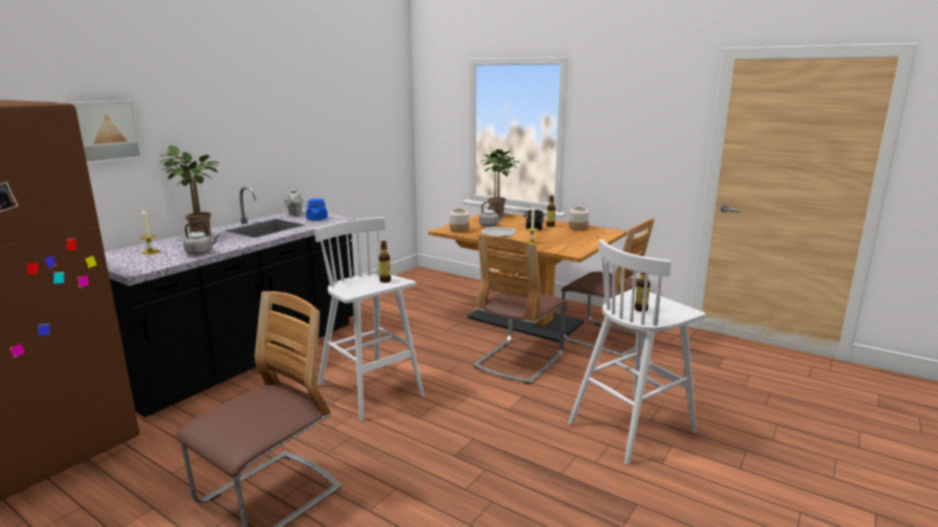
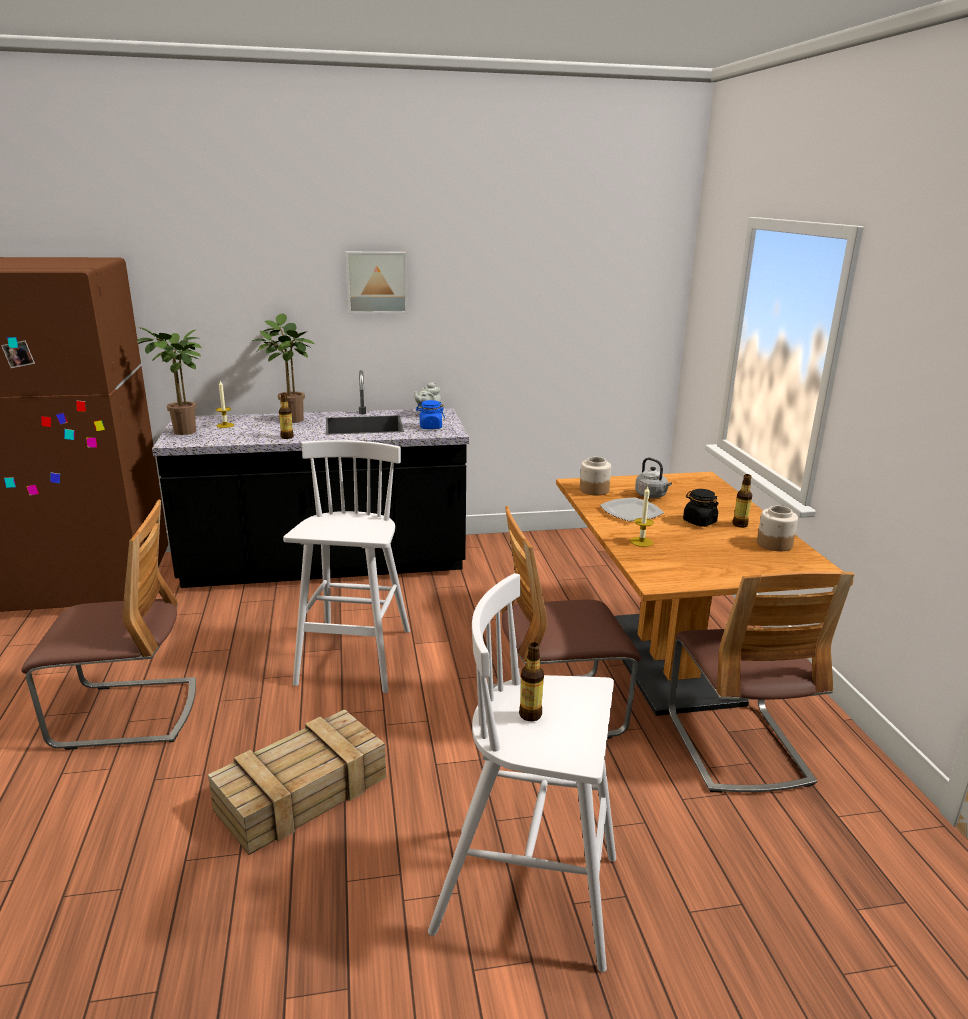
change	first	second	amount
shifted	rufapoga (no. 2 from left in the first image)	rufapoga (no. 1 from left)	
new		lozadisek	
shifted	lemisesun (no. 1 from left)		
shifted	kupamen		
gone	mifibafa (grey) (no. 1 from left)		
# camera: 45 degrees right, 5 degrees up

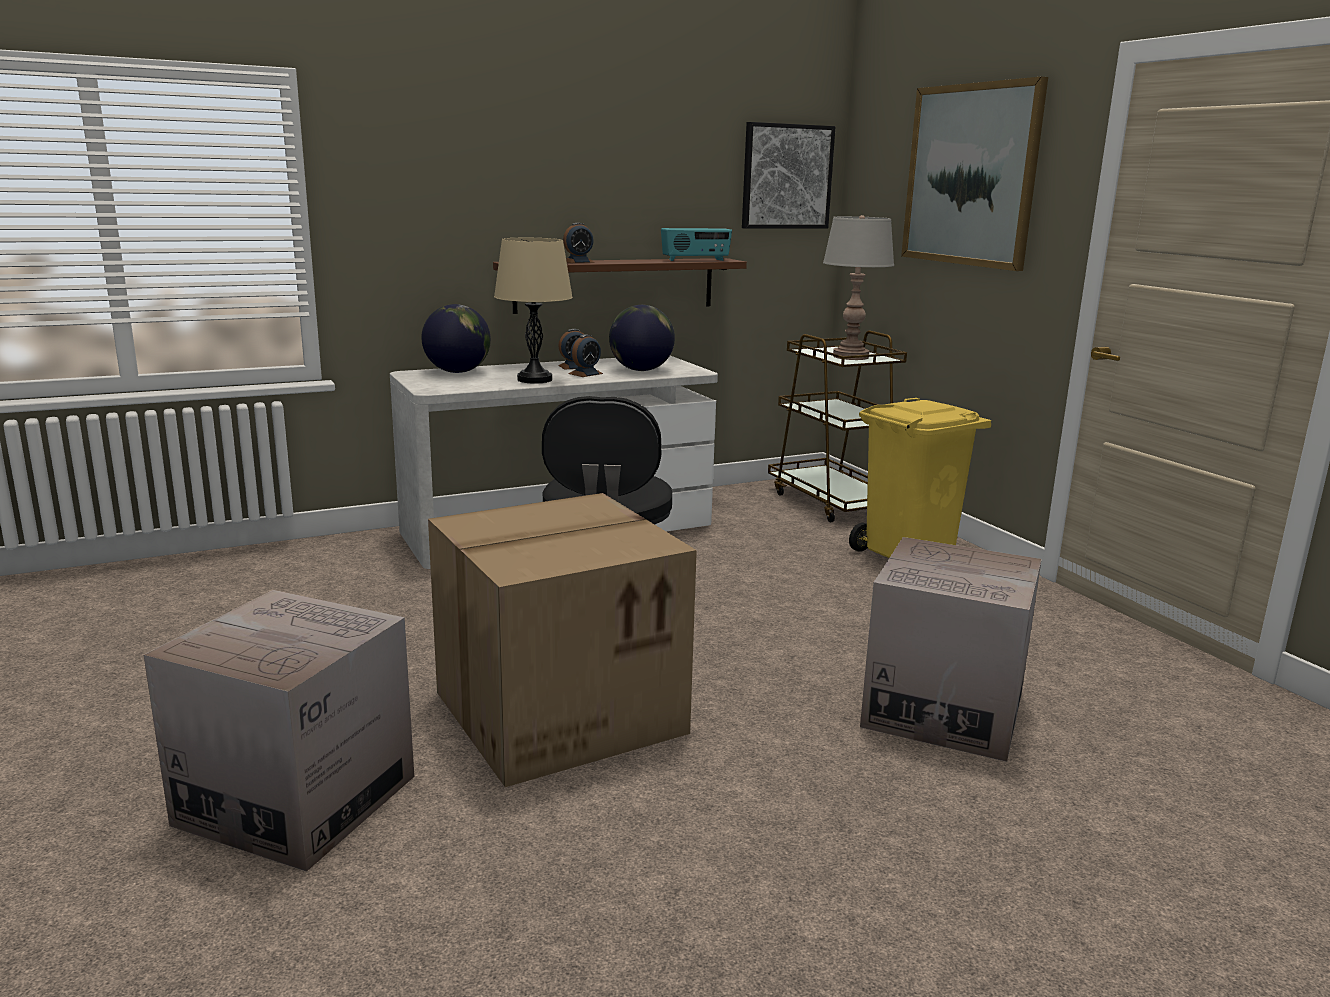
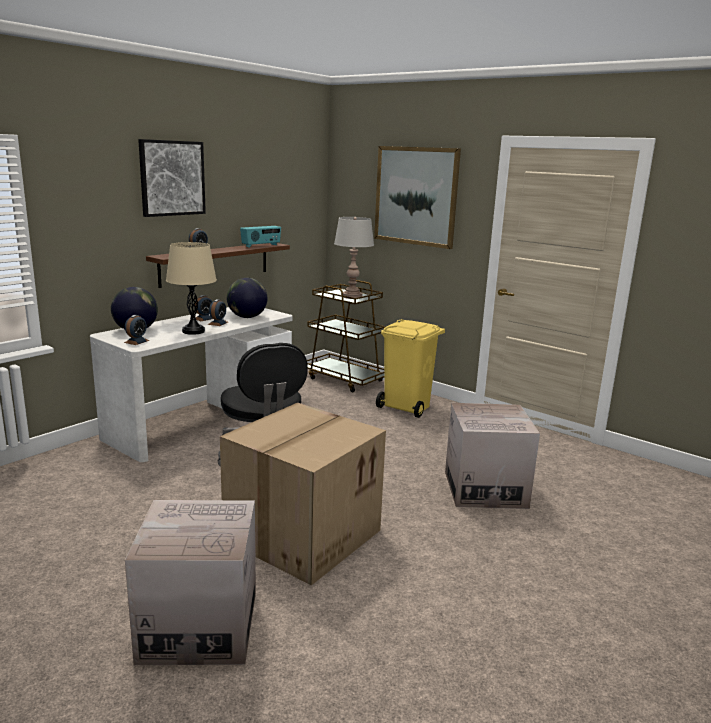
change	first	second	amount
new		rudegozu (no. 1 from left)	
shifted	kupamen (no. 1 from left)		
# camera: 25 degrees left, 0 degrees up

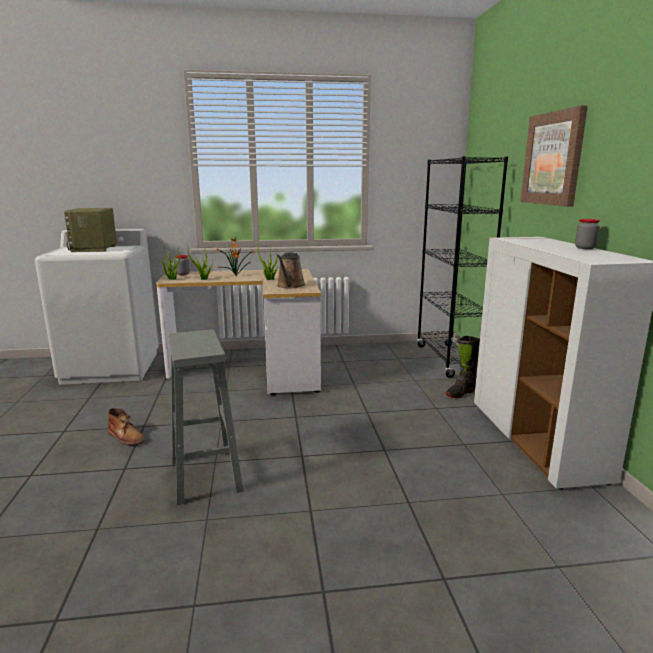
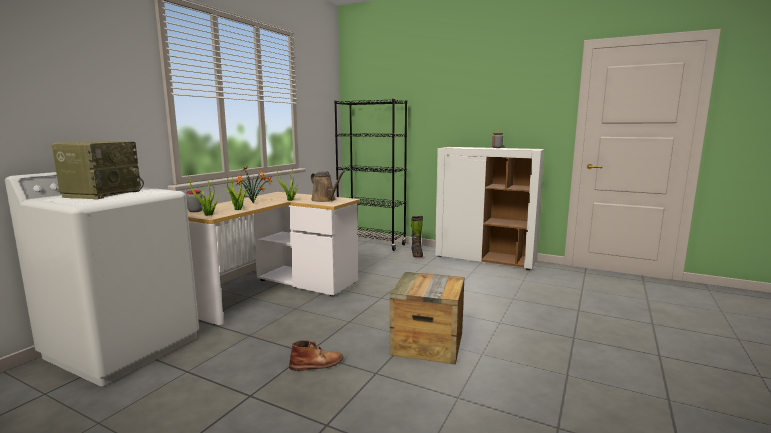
change	first	second	amount
rotated	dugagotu		105 degrees counterclockwise
swapped	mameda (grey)	lozadisek	
gone	kupamen		
# camera: 55 degrees left, 5 degrees down

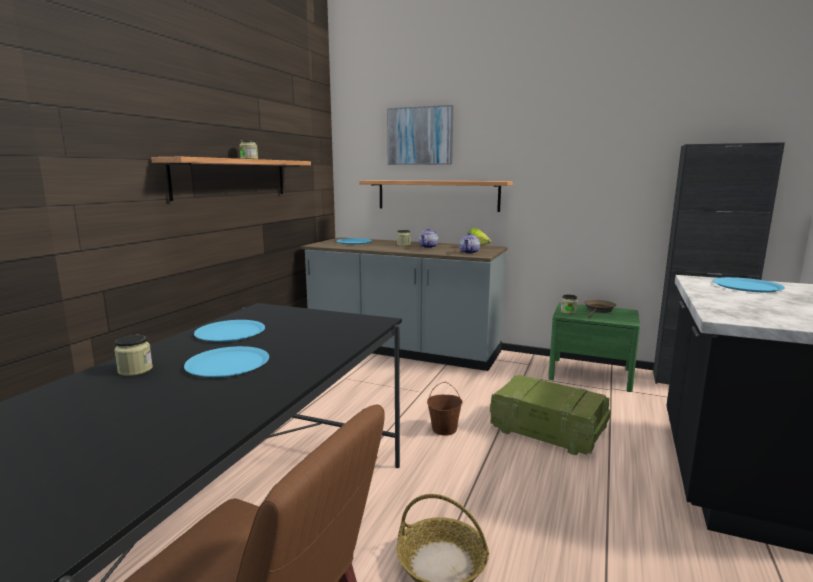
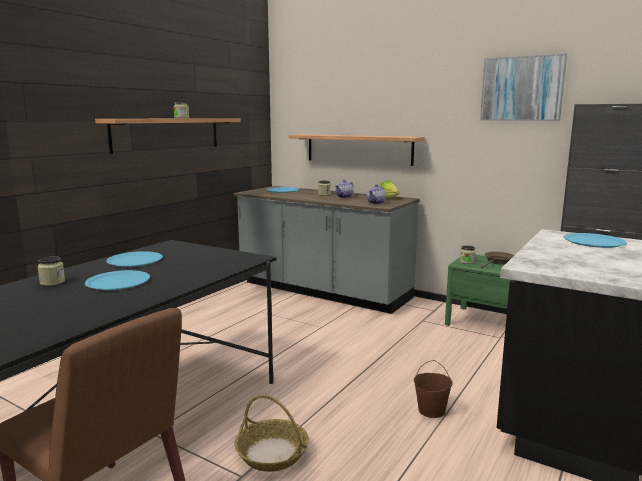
change	first	second	amount
shifted	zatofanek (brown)		
shifted	kupamen		
gone	lozadisek		
# camera: 10 degrees right, 0 degrees up

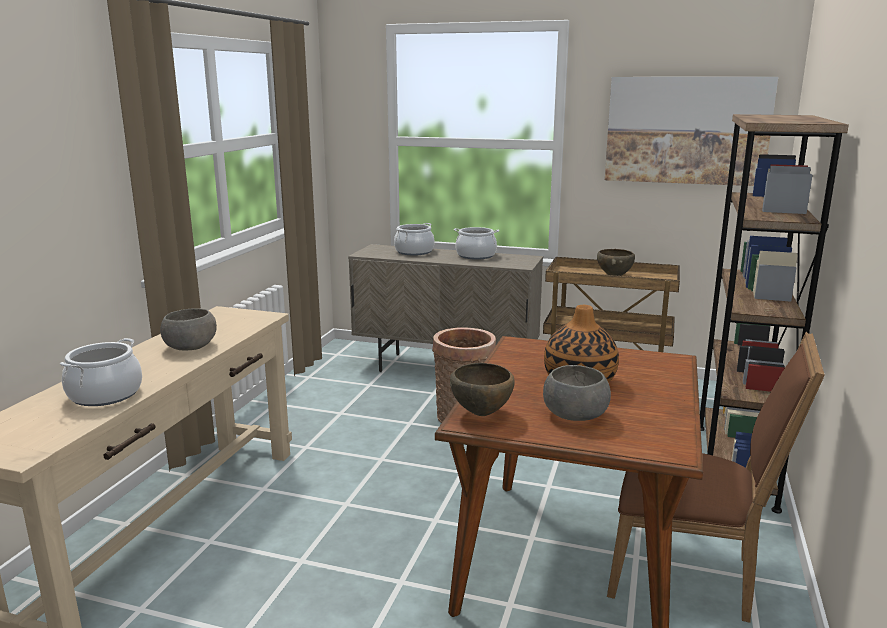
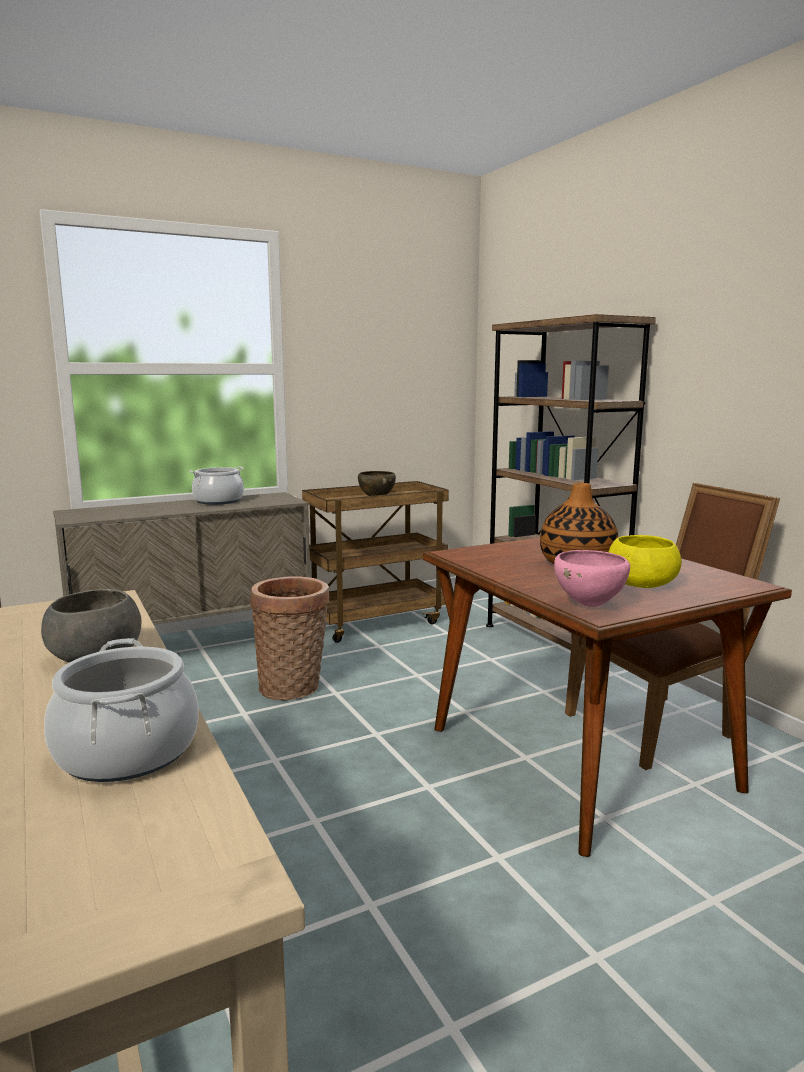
change	first	second	amount
repainted	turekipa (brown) (no. 1 from left)	turekipa (pink)	
repainted	turekipa (grey) (no. 2 from left)	turekipa (yellow)	
gone	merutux (no. 2 from left)		
gone	kupamen		
# camera: 45 degrees left, 5 degrees down

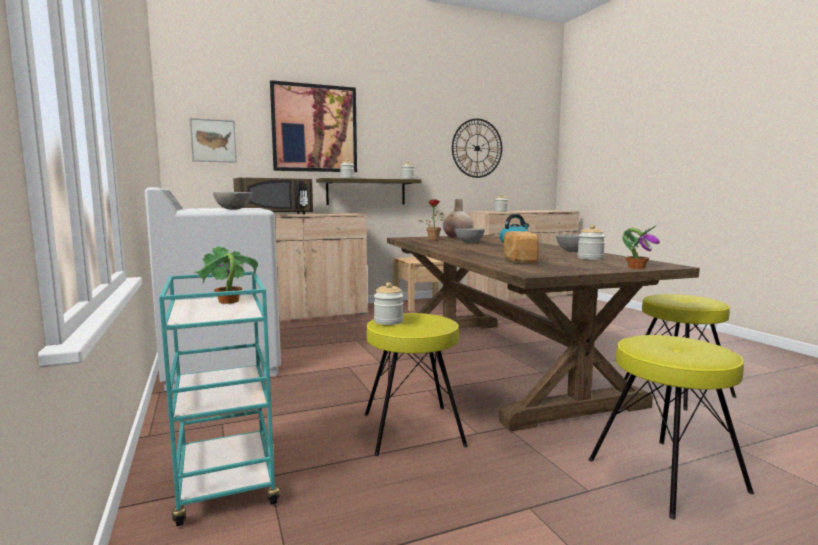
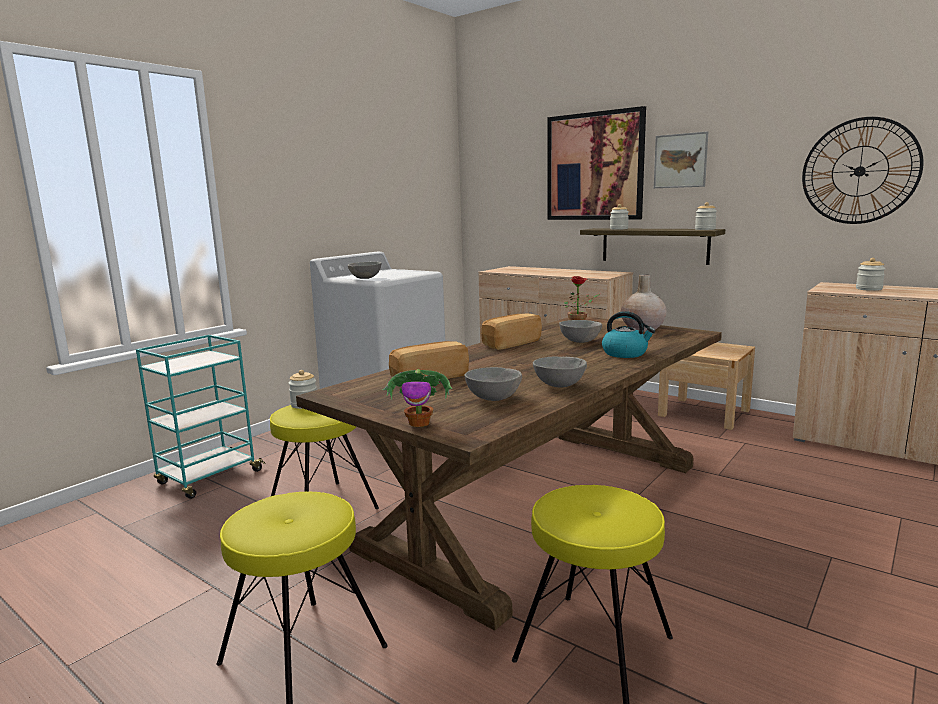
change	first	second	amount
swapped	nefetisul (no. 5 from left)	turekipa (grey) (no. 2 from left)	
new		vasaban (no. 2 from left)	
shifted	kupamen (no. 1 from left in the first image)	kupamen (no. 2 from left)	
gone	rufapoga (no. 1 from left)		
gone	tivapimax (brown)		
# camera: 60 degrees right, 5 degrees up

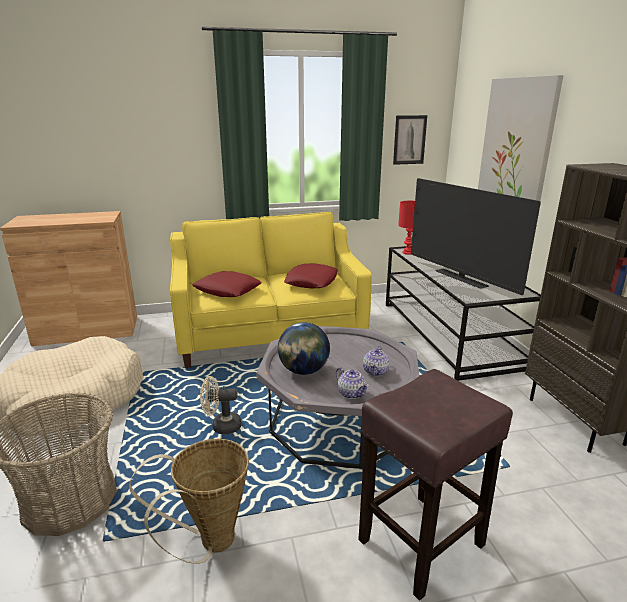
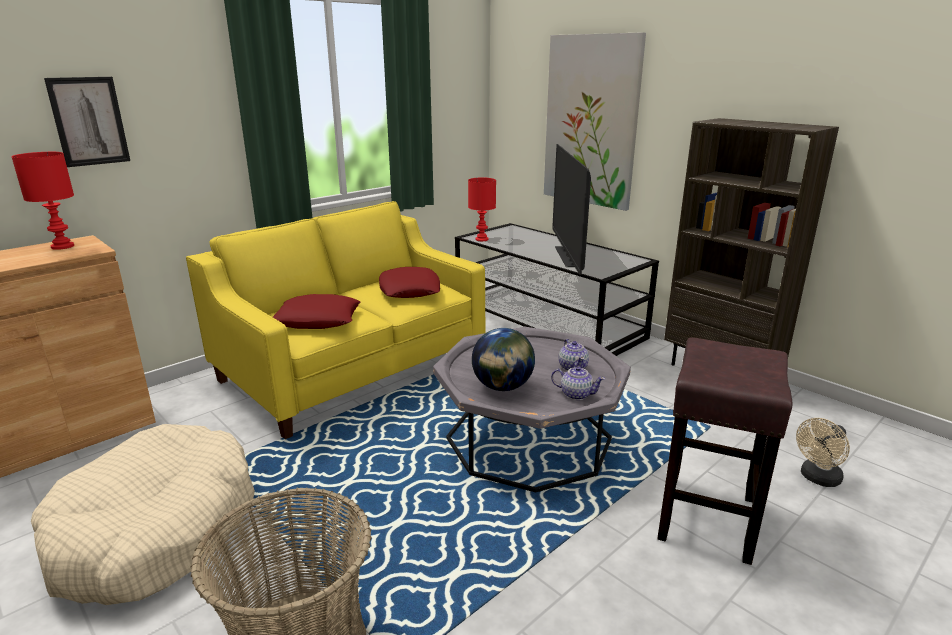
change	first	second	amount
new		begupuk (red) (no. 1 from left)	
shifted	kupamen (no. 1 from left)		
rotated	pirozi		60 degrees clockwise
shifted	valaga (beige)		
gone	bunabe (no. 2 from left)		
# camera: 30 degrees left, 0 degrees up

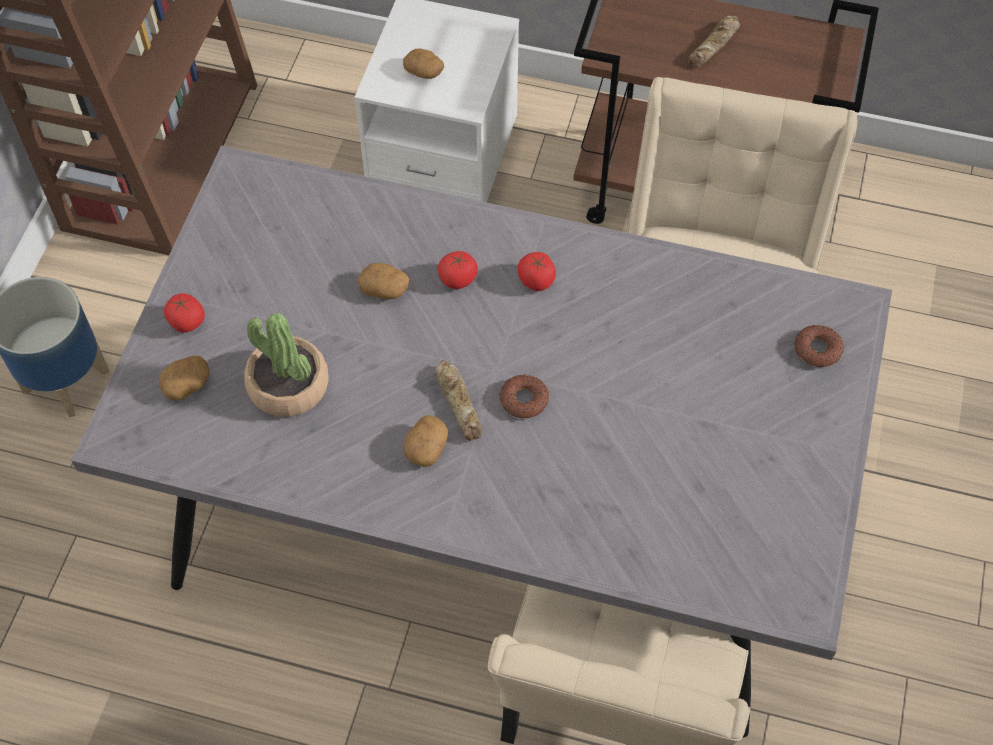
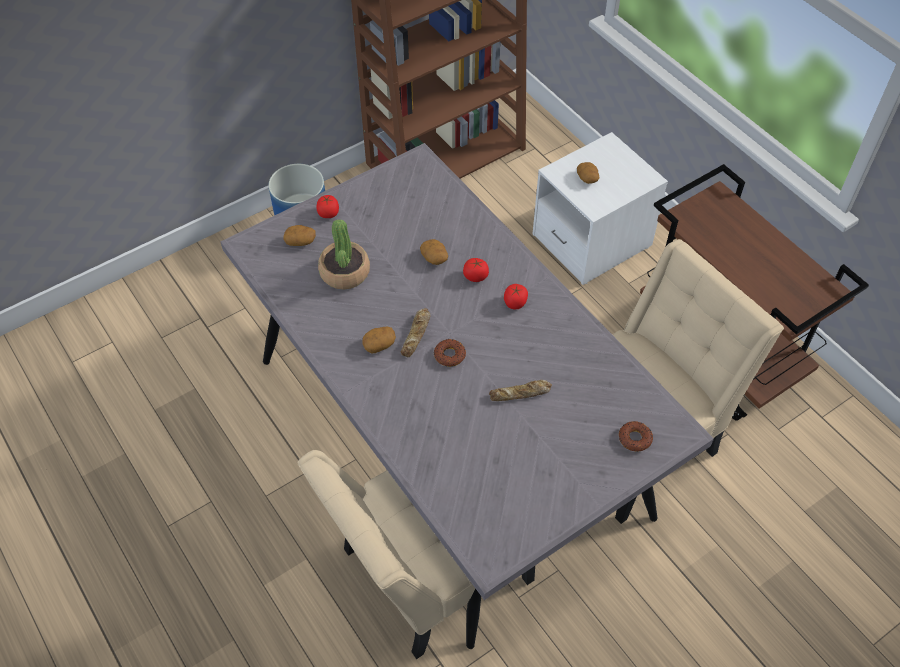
change	first	second	amount
shifted	vasaban (no. 2 from left)		
# camera: 40 degrees right, 5 degrees down

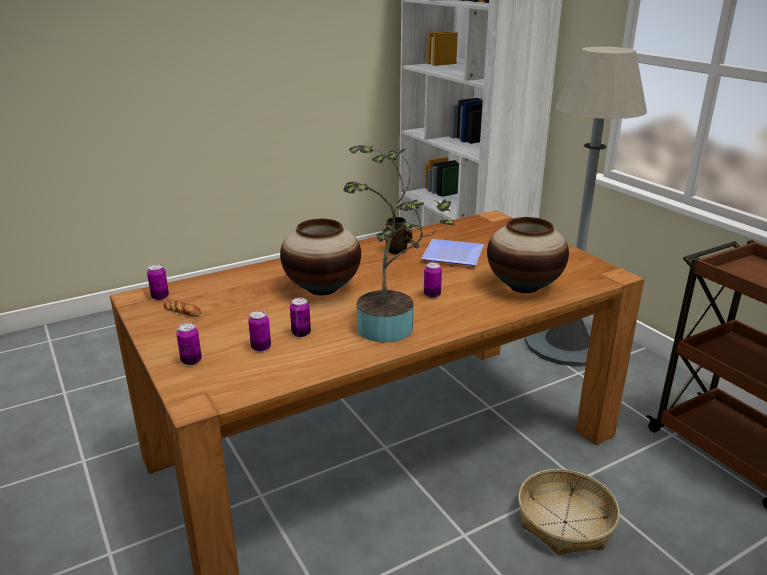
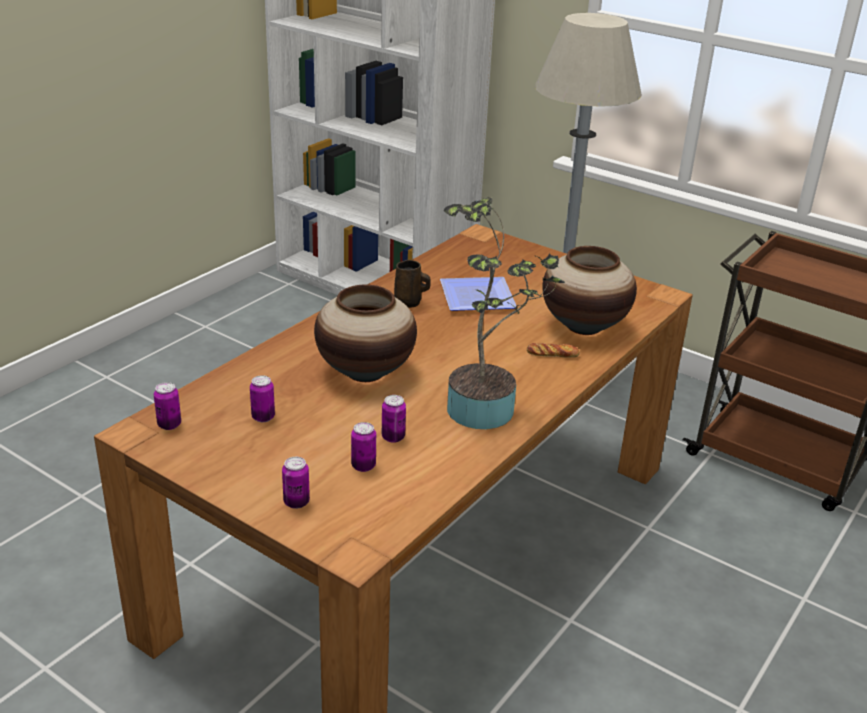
change	first	second	amount
shifted	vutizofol (no. 5 from left in the first image)	vutizofol (no. 2 from left)	
shifted	vasaban		
gone	bunabe		
# camera: 25 degrees left, 5 degrees up

